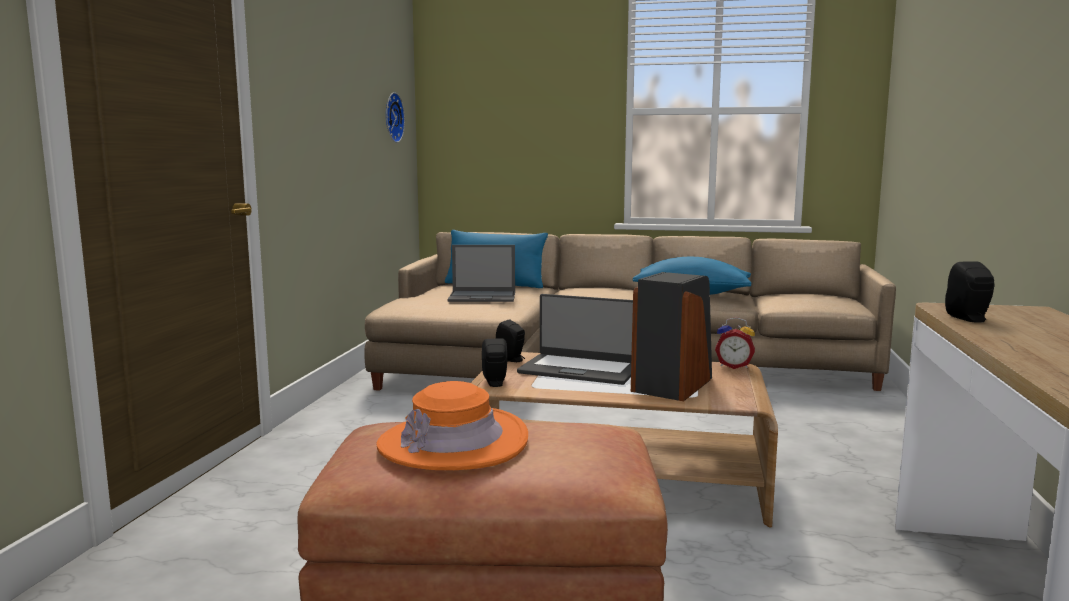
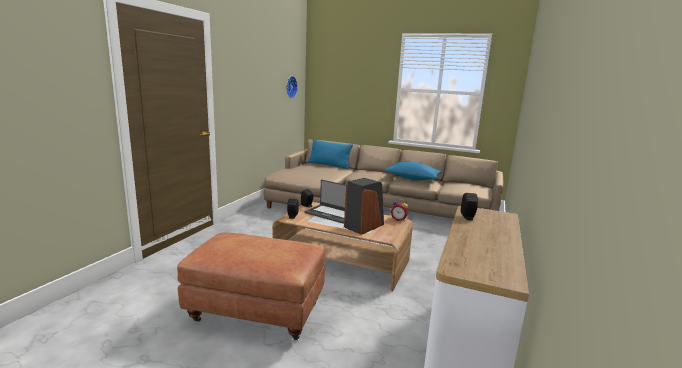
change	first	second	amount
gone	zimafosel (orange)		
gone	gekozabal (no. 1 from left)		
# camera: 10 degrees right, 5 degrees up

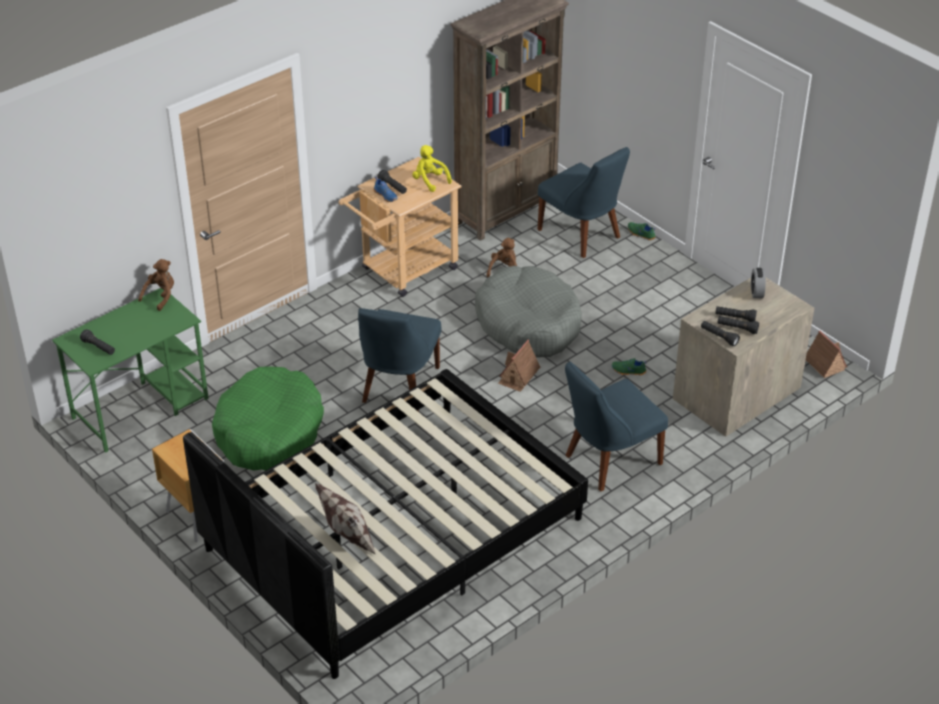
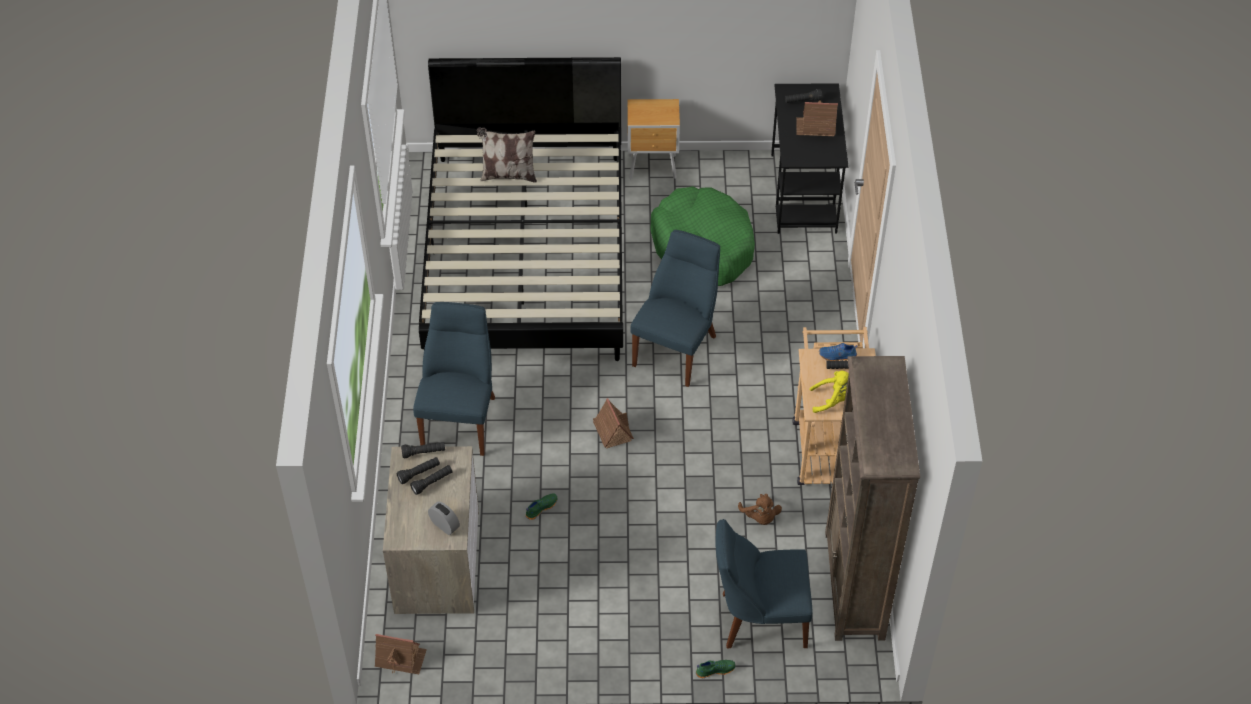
change	first	second	amount
rotated	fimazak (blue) (no. 1 from left in the first image)	fimazak (blue) (no. 2 from left)	60 degrees clockwise
repainted	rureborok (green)	rureborok (black)	
new		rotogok (no. 3 from left)	
gone	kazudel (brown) (no. 1 from left)		
gone	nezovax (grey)		
# camera: 130 degrees right, 10 degrees up

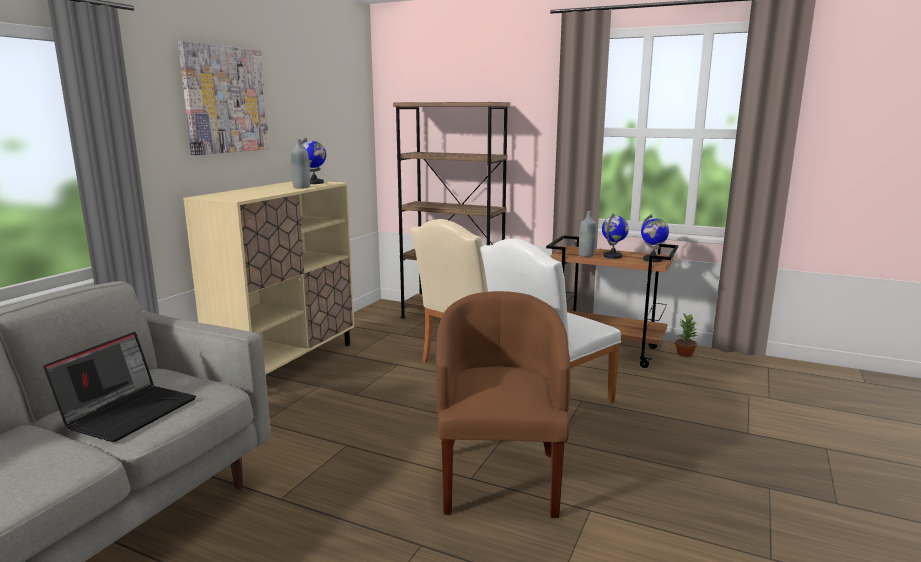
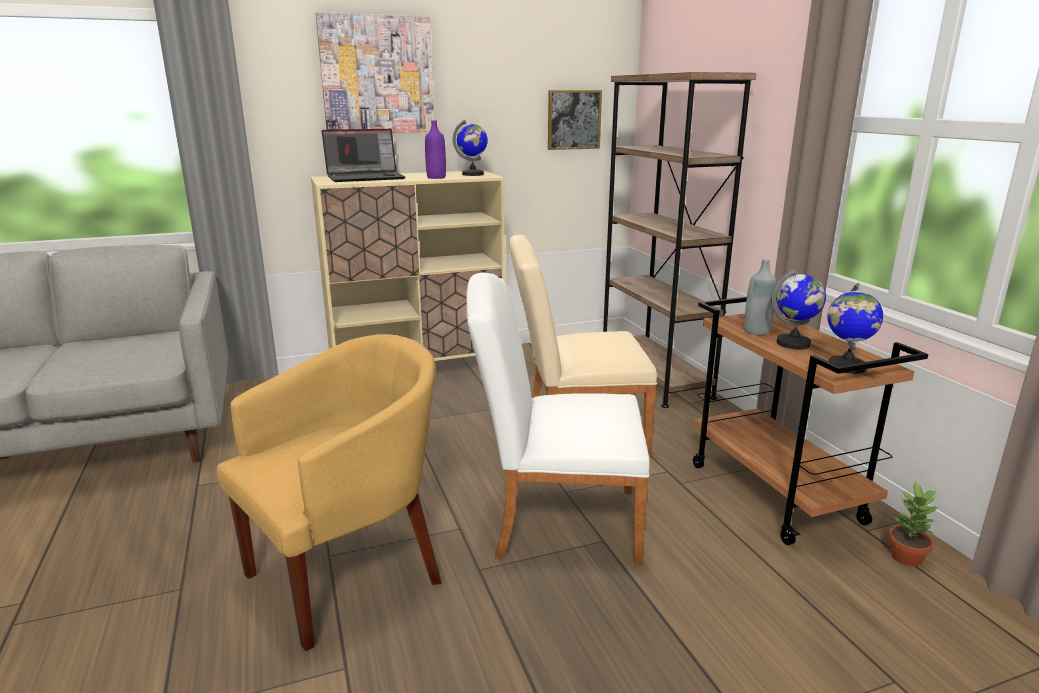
change	first	second	amount
repainted	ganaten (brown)	ganaten (yellow)	
shifted	gekozabal		
repainted	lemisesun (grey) (no. 1 from left)	lemisesun (purple)	
new		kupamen (no. 2 from left)	
# camera: 45 degrees right, 5 degrees up

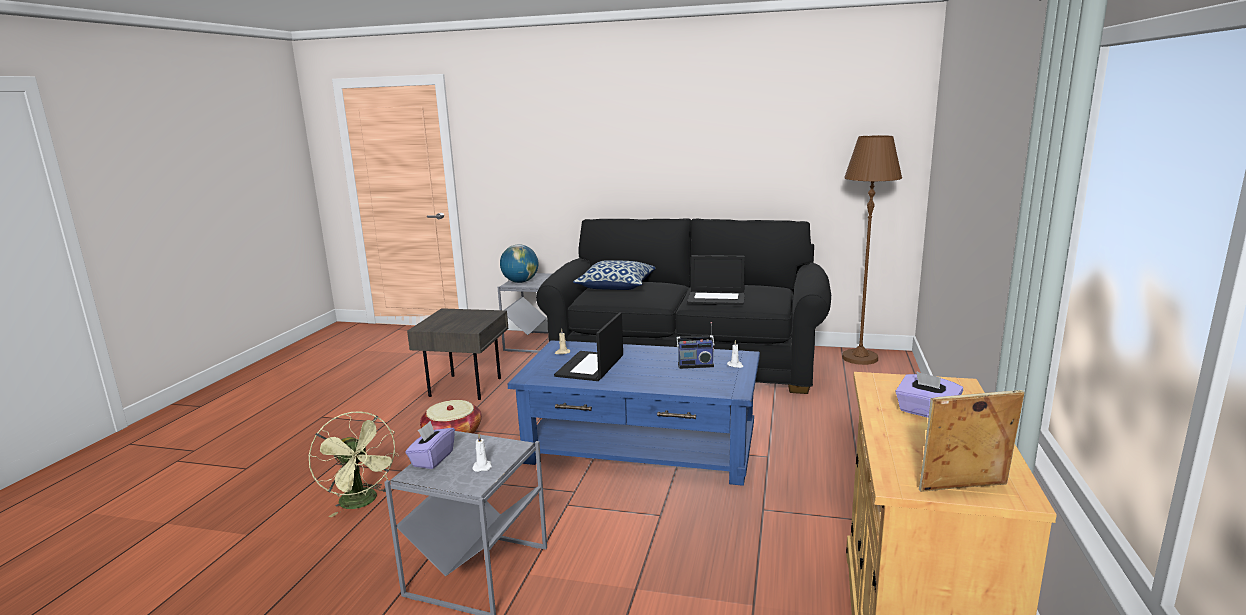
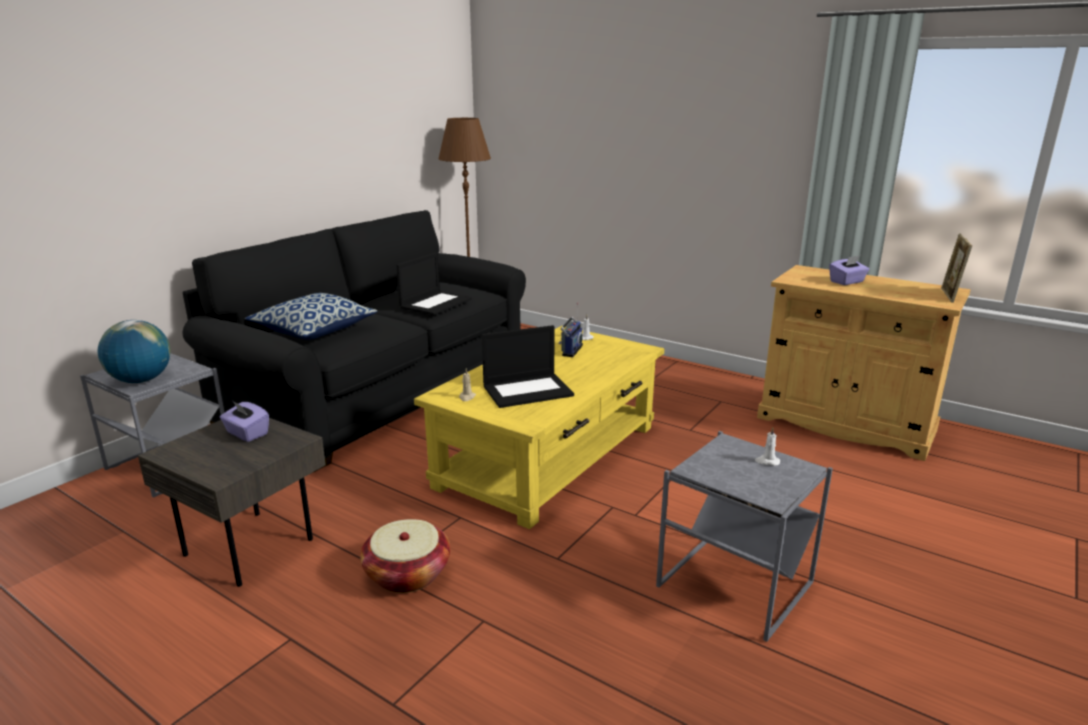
change	first	second	amount
shifted	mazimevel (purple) (no. 1 from left)		
repainted	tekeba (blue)	tekeba (yellow)	
rotated	gekozabal (no. 1 from left in the first image)	gekozabal (no. 2 from left)	60 degrees counterclockwise
gone	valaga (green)		
# camera: 70 degrees left, 5 degrees up

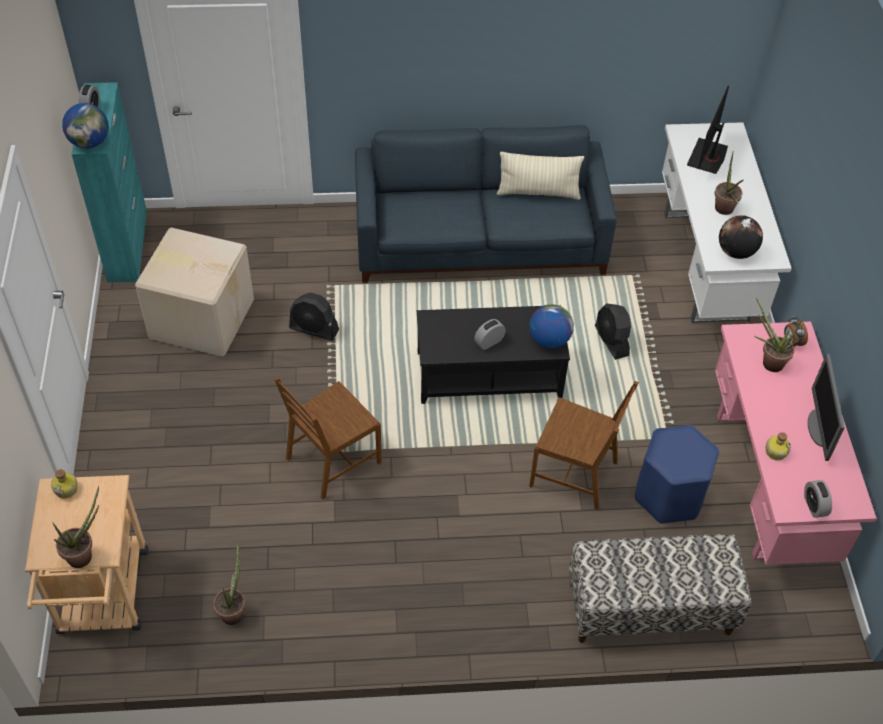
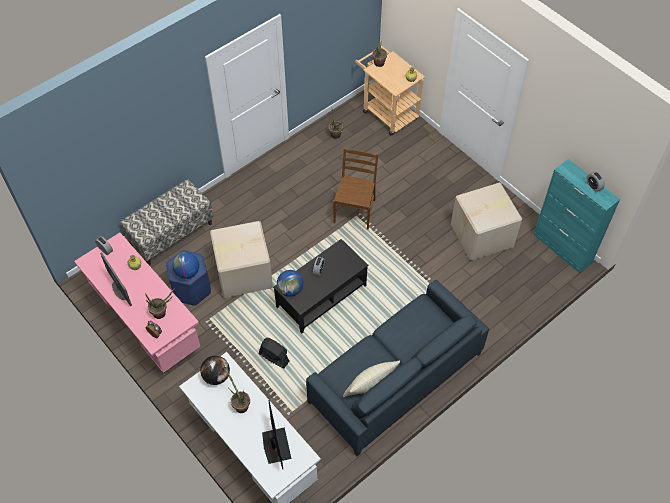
change	first	second	amount
shifted	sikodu (no. 1 from left)		
swapped	fimazak (brown) (no. 2 from left)	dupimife (no. 1 from left)	
gone	valaga (black) (no. 1 from left)		
# camera: 145 degrees right, 5 degrees up

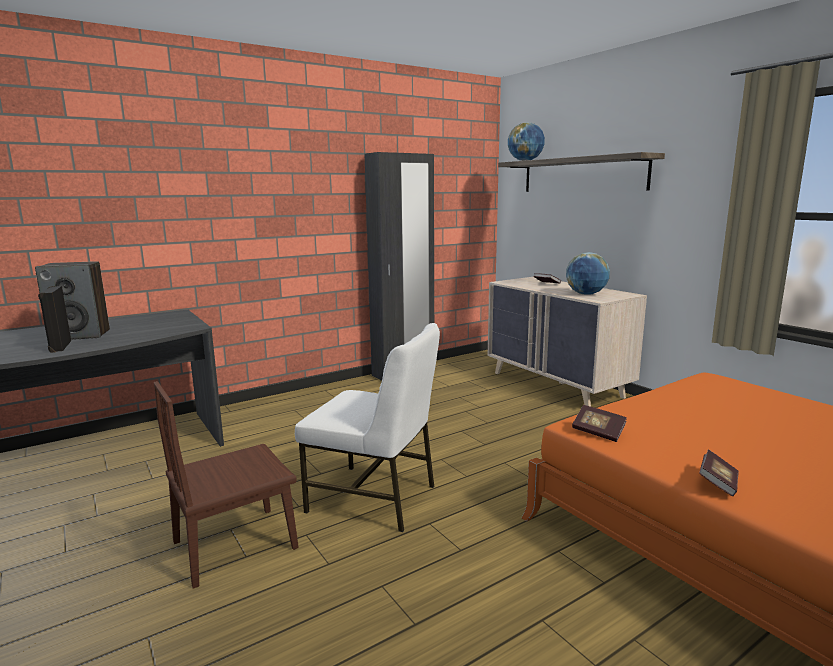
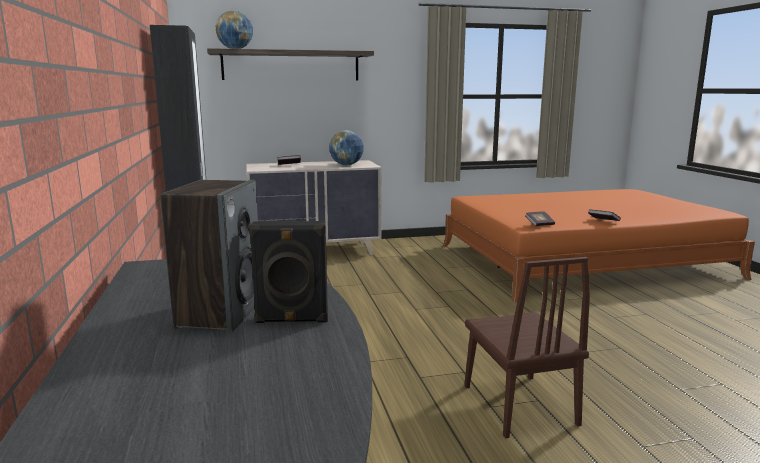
change	first	second	amount
gone	fimazak (white)		
# camera: 70 degrees left, 0 degrees up

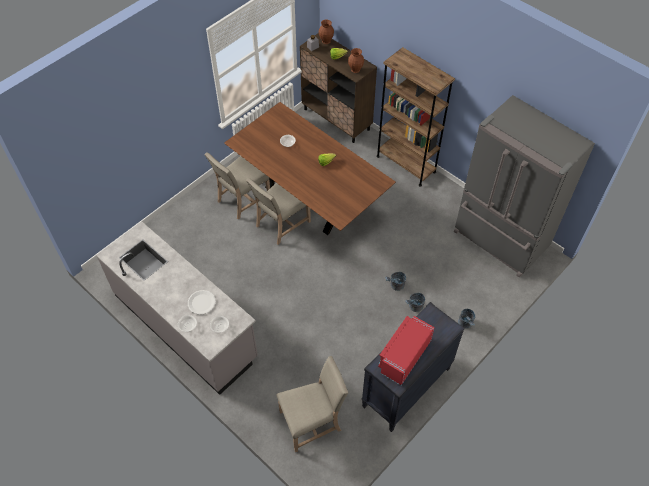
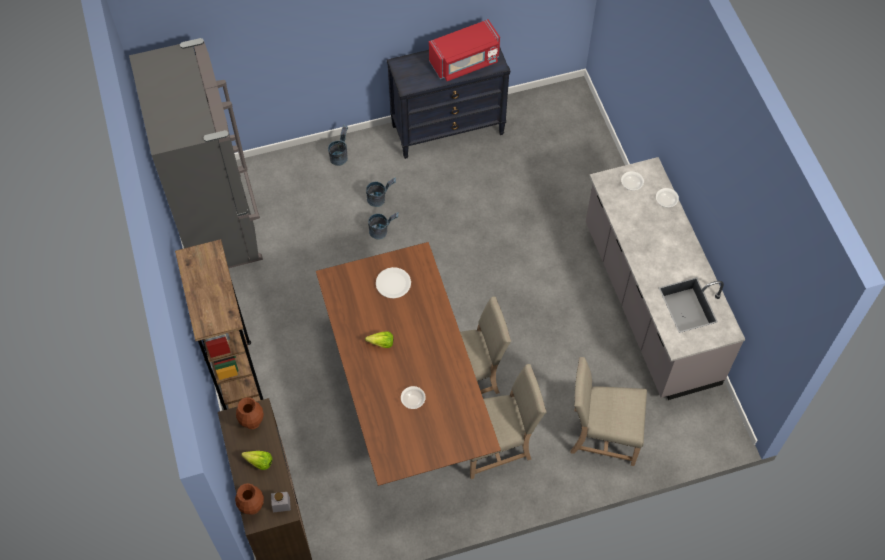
change	first	second	amount
shifted	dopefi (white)		
shifted	fimazak (beige) (no. 3 from left)		
# camera: 150 degrees left, 5 degrees up

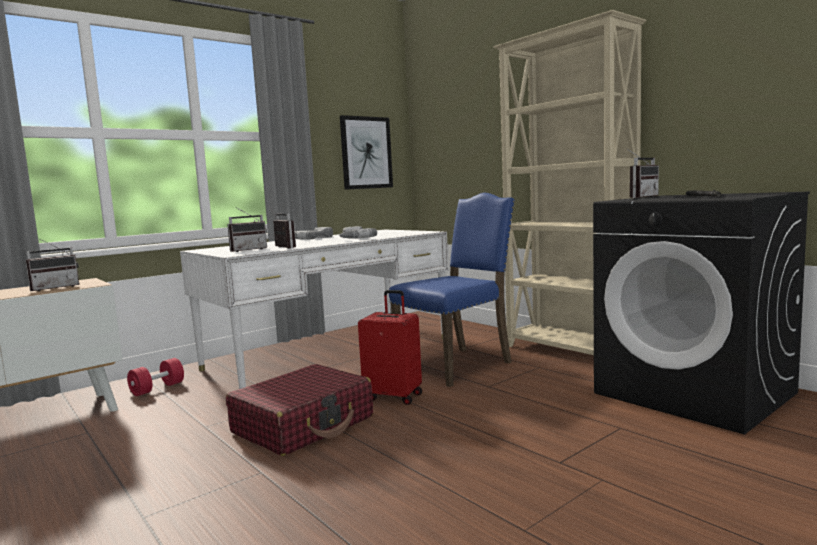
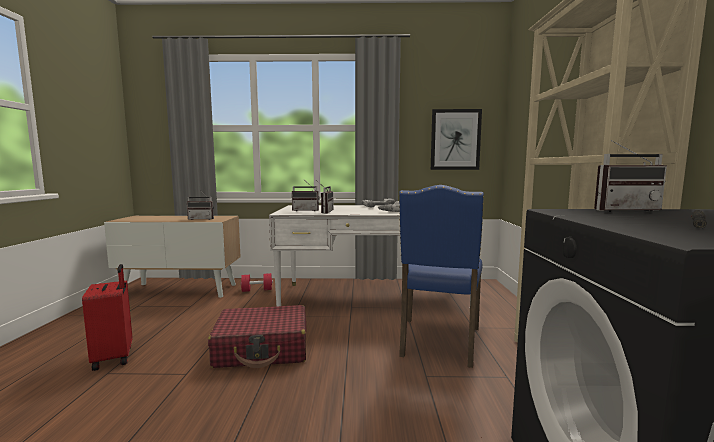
change	first	second	amount
shifted	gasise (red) (no. 2 from left in the first image)	gasise (red) (no. 1 from left)	
rotated	fimazak (blue)		105 degrees clockwise
# camera: 40 degrees right, 0 degrees up

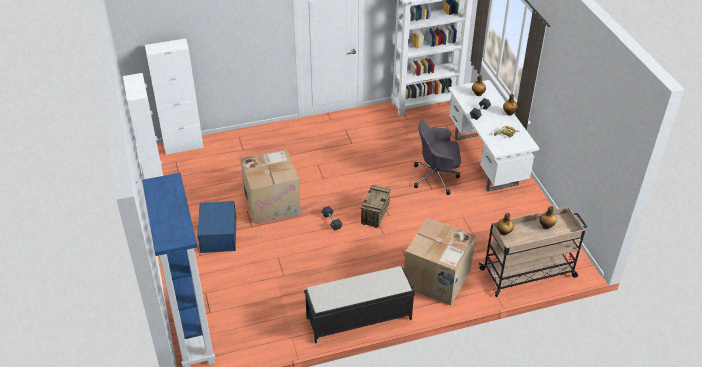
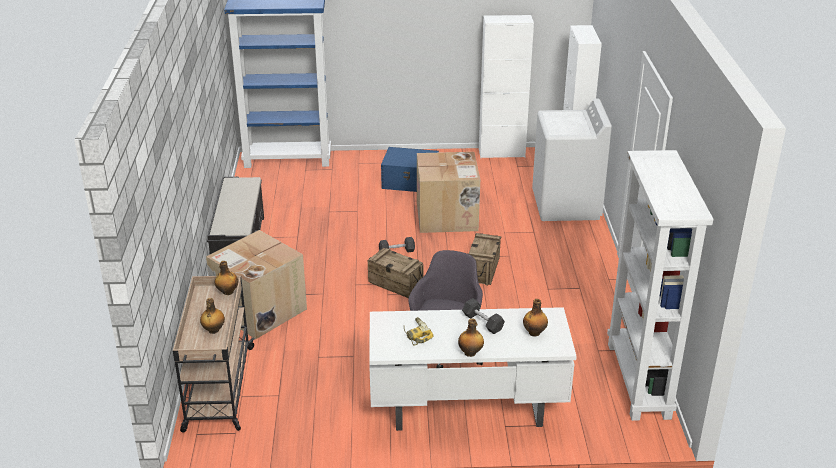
change	first	second	amount
new		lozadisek (no. 2 from left)	
new		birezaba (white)	
# camera: 105 degrees right, 10 degrees down

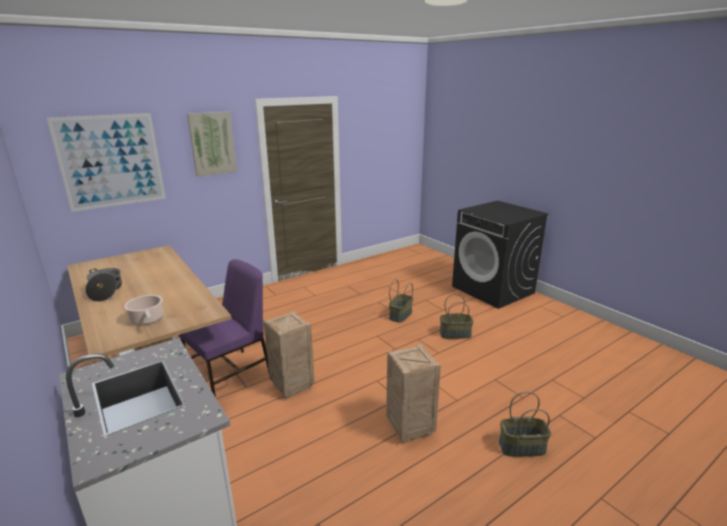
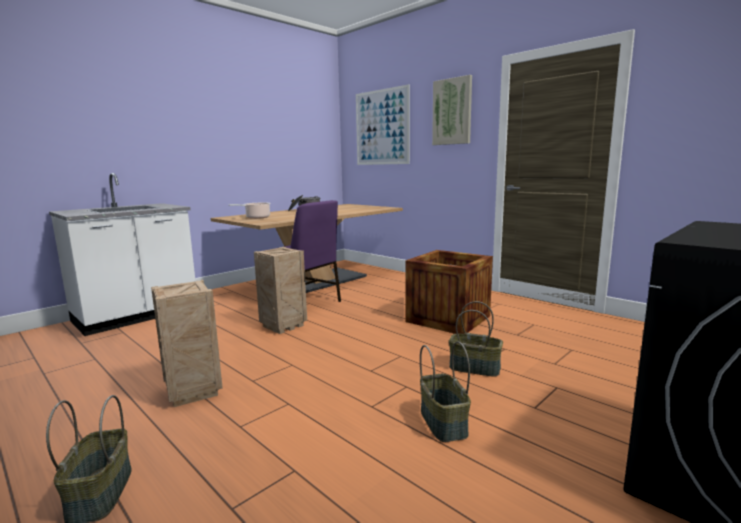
change	first	second	amount
new		lozadisek (no. 3 from left)	
# camera: 80 degrees right, 10 degrees down

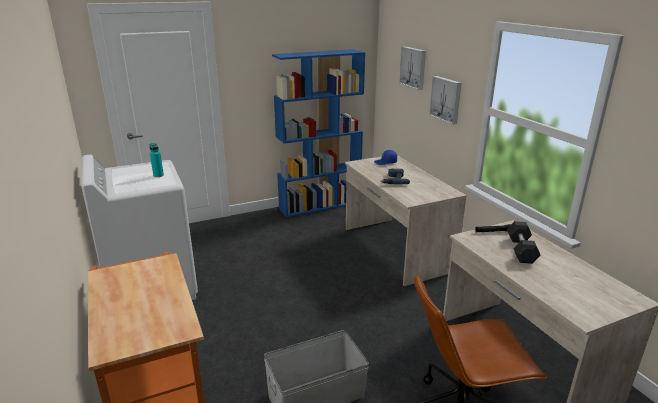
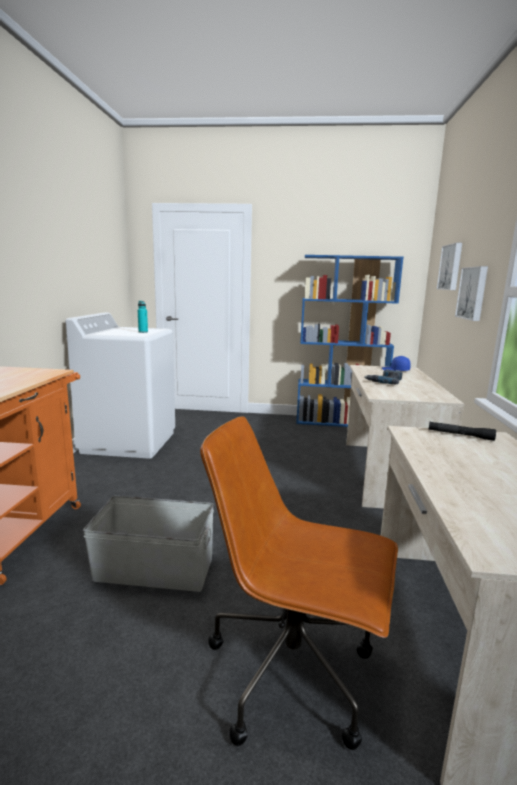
change	first	second	amount
gone	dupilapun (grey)		
# camera: 30 degrees right, 10 degrees down

